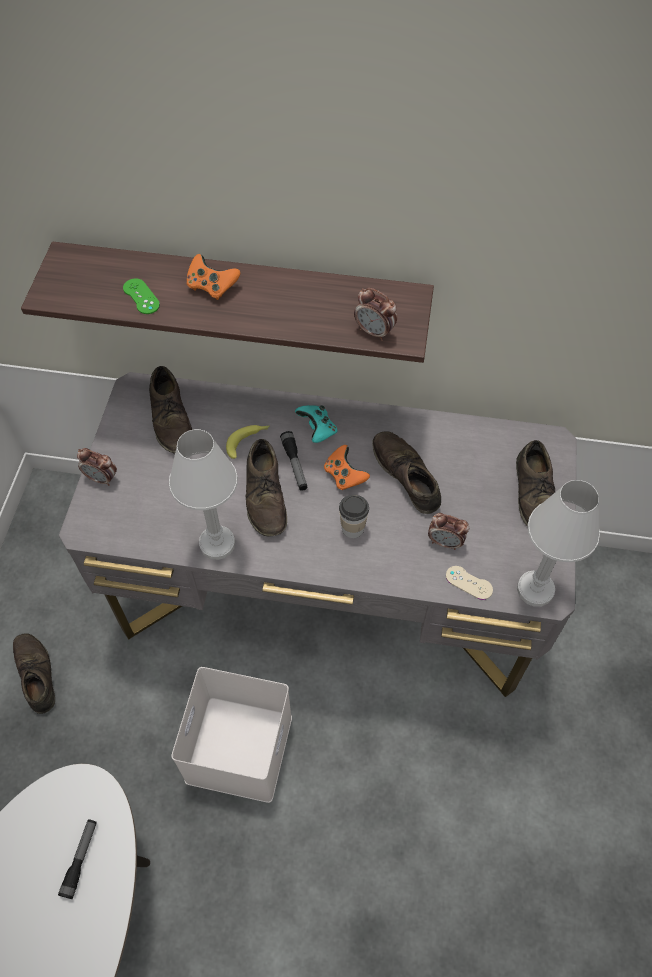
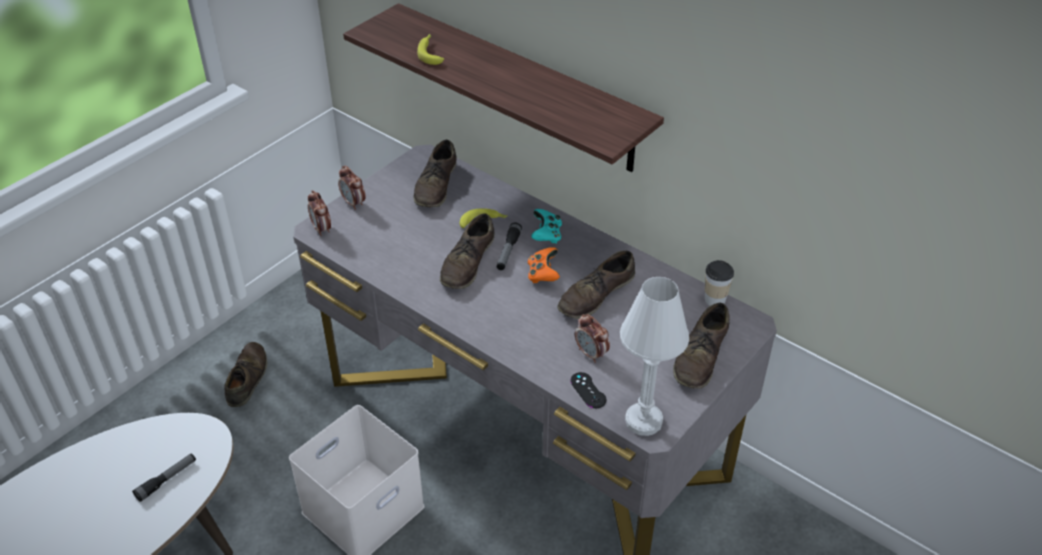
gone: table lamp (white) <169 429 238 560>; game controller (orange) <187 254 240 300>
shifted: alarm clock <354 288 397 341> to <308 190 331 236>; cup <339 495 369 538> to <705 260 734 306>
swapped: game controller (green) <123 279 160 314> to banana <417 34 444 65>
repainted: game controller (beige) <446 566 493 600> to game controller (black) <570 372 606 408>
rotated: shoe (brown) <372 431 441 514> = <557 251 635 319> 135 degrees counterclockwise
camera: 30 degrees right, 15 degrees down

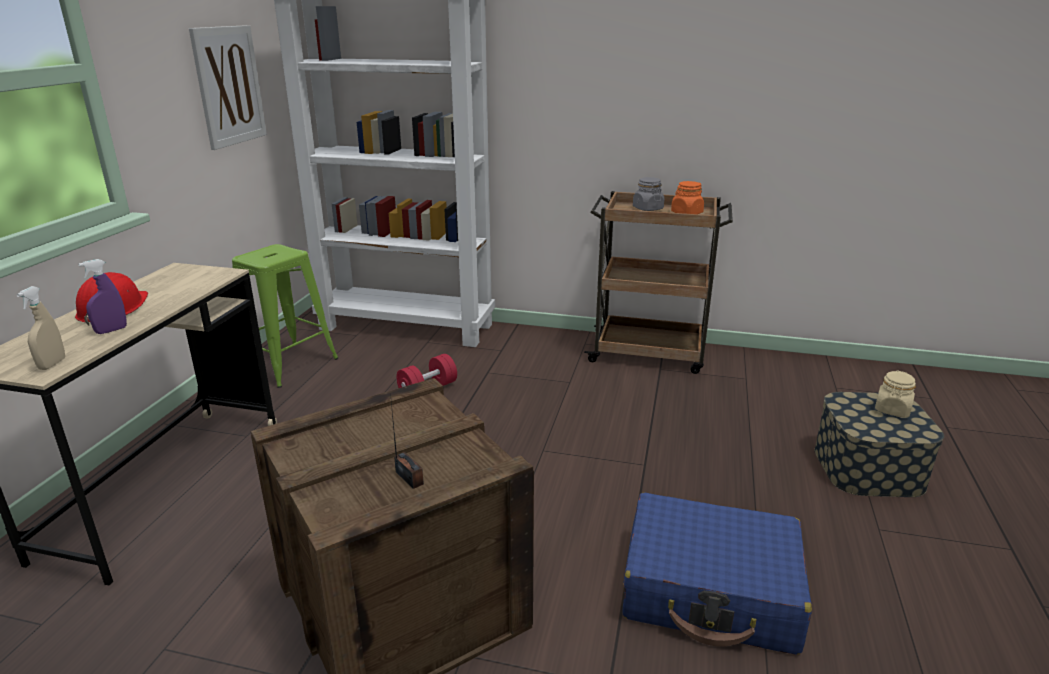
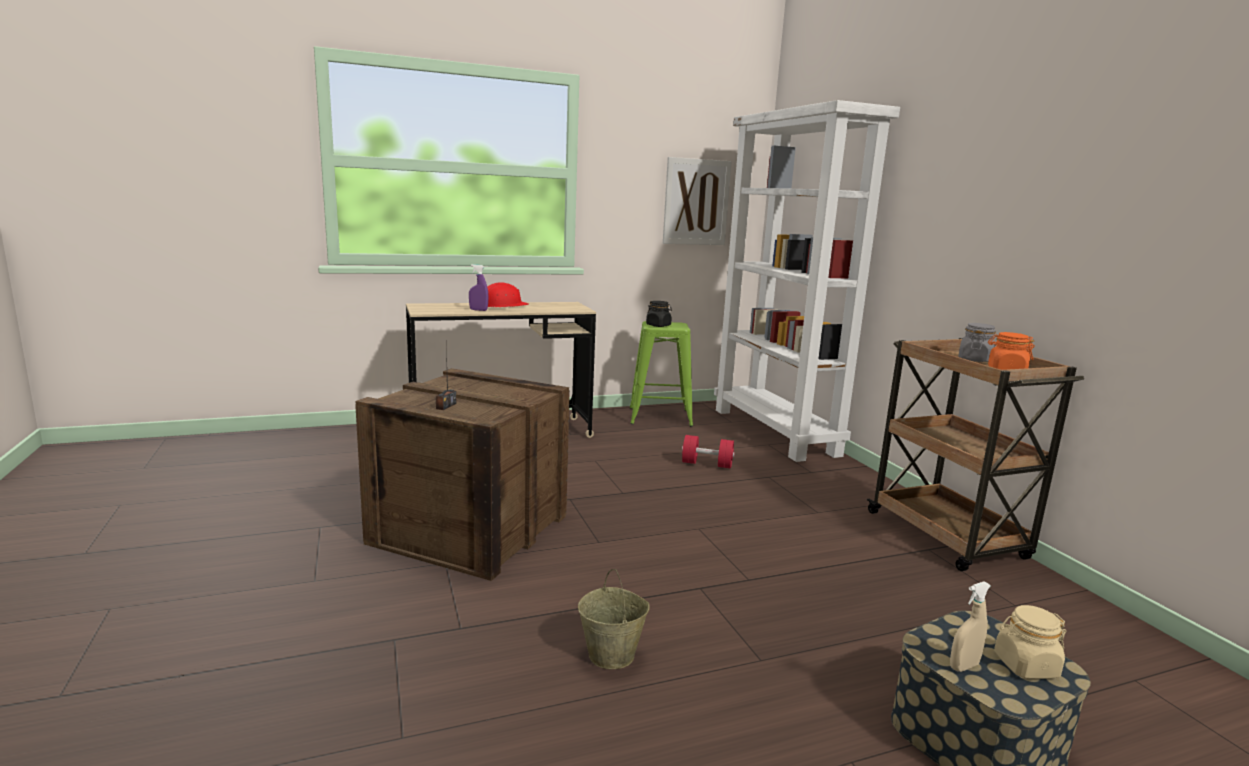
new: jar (black) <646 301 672 327>
shifted: spray bottle (beige) <17 286 65 370> to <950 581 991 672>
swapped: suitcase (blue) <623 492 812 655> to bucket (beige) <578 569 650 669>
camera: 55 degrees right, 10 degrees down

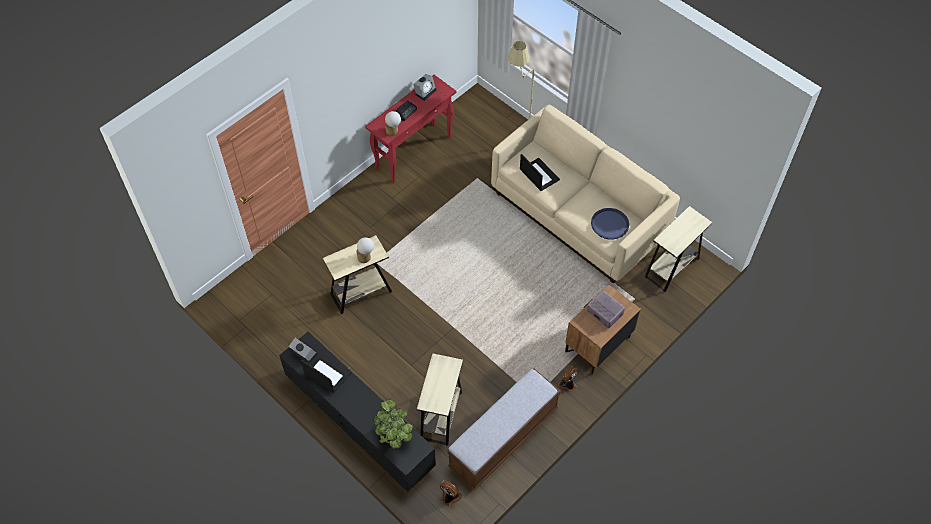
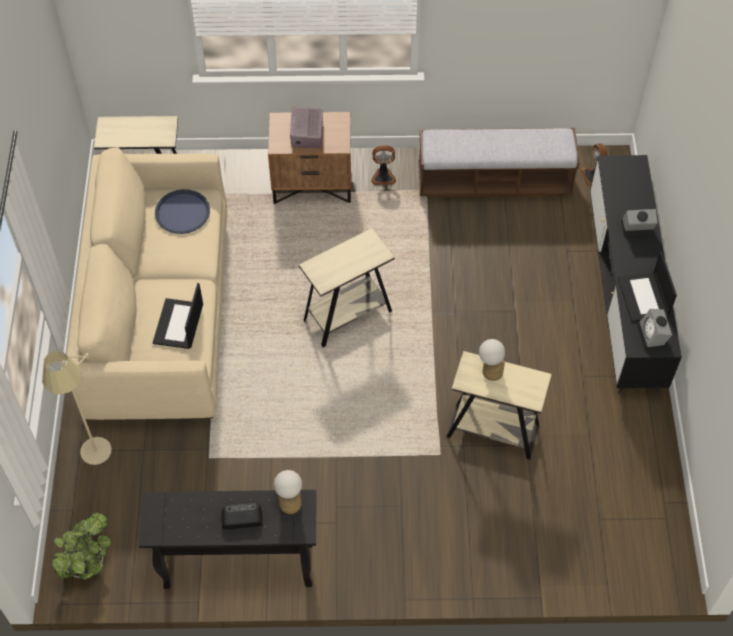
shifted: potted plant <373 400 413 449> to <52 512 111 579>; side table (beige) <417 353 463 446> to <299 228 395 347>; alarm clock <413 74 437 101> to <621 209 658 236>
repainted: console table (red) <365 75 456 183> to console table (black) <139 490 317 589>
camera: 135 degrees left, 0 degrees up

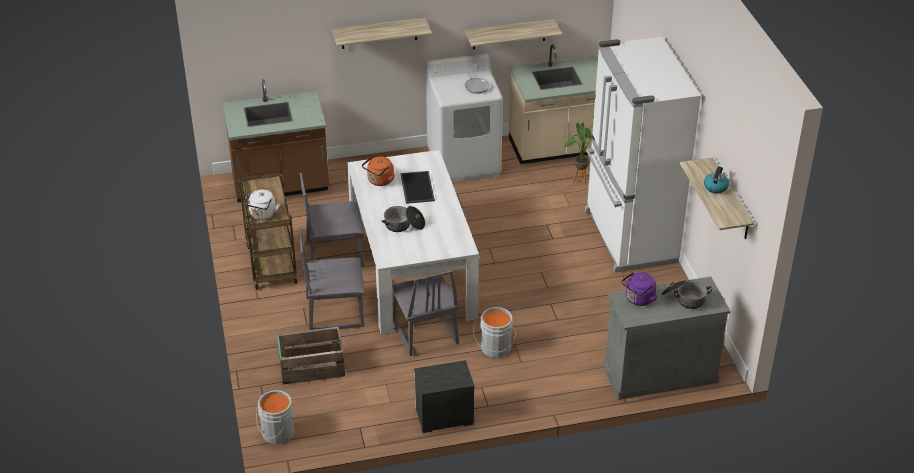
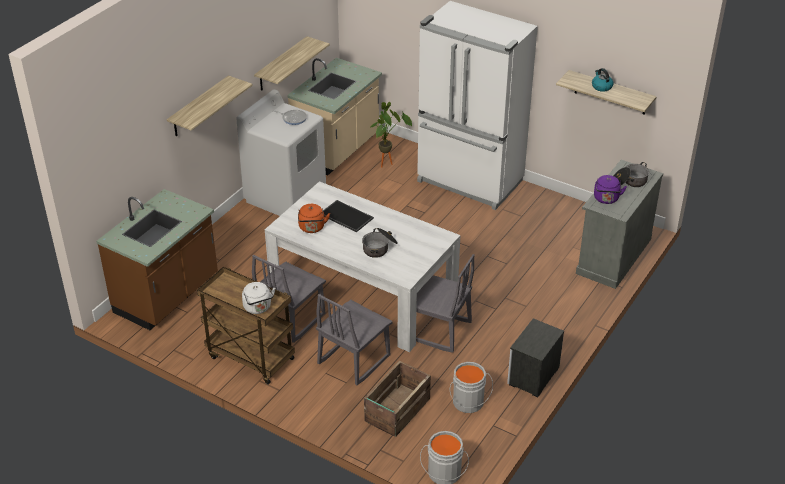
shifted: bucket (grey) <473 307 516 358> to <450 362 493 413>
camera: 45 degrees left, 0 degrees up

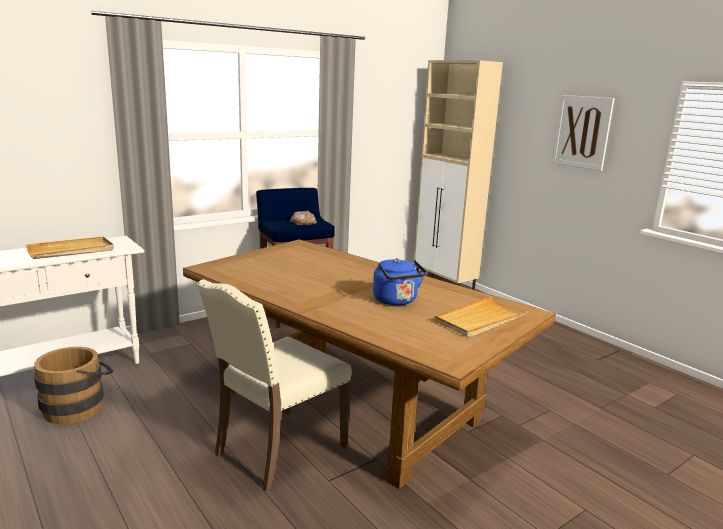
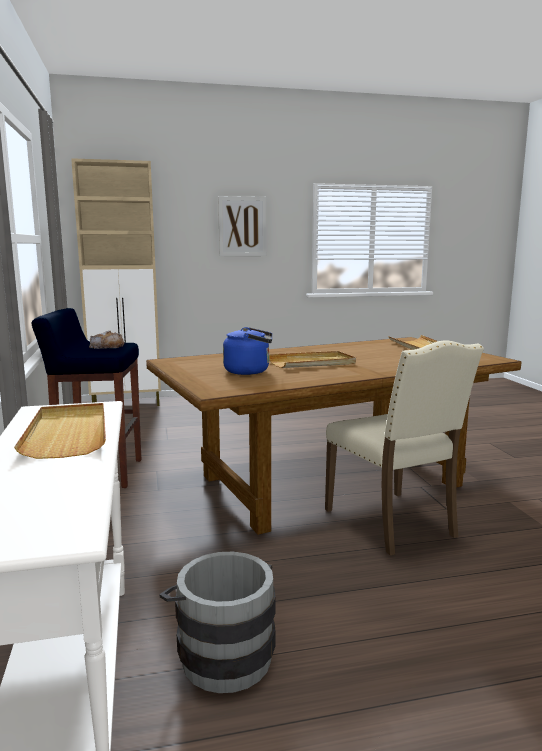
new: tray (beige) <269 351 356 368>
shifted: kettle (blue) <373 258 427 306> to <223 327 272 375>
repainted: bucket (brown) <34 347 113 425> to bucket (grey) <159 552 275 693>
camera: 65 degrees left, 5 degrees down

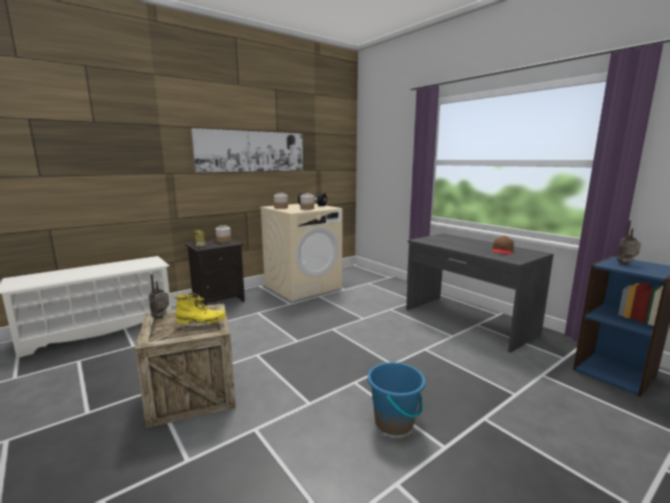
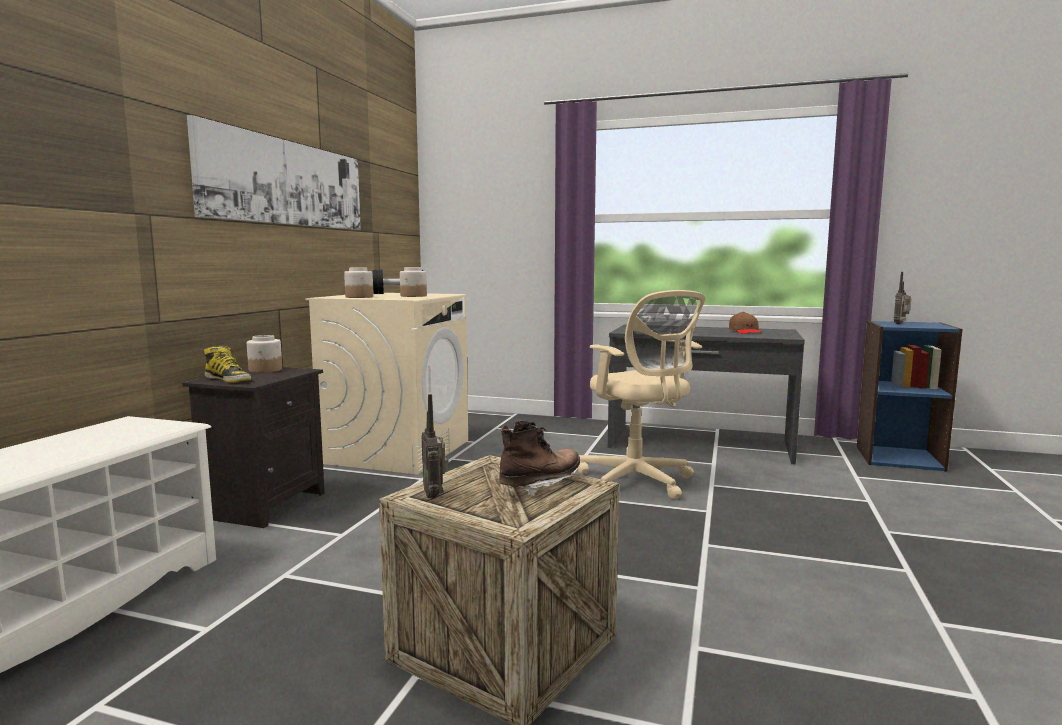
gone: bucket (blue) <368 362 425 436>
new: office chair (beige) <578 290 705 500>
repainted: boot (yellow) <174 292 227 329> to boot (brown) <499 421 580 496>
camera: 35 degrees left, 5 degrees down

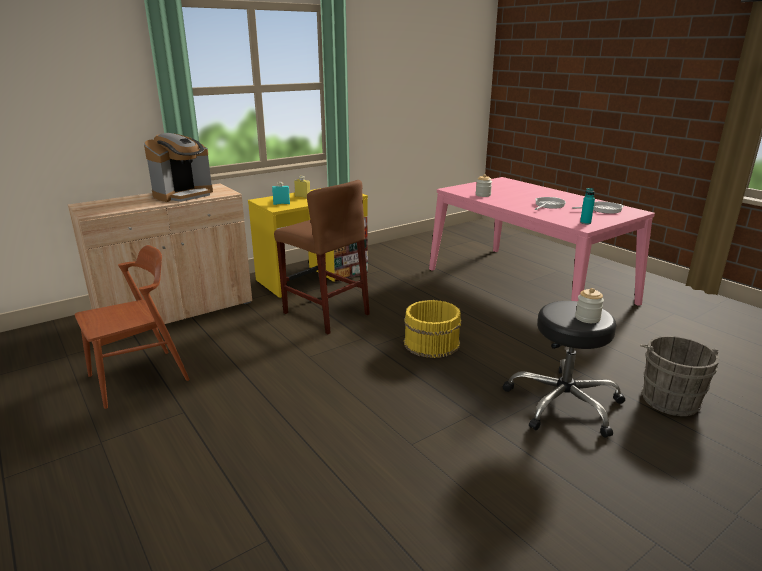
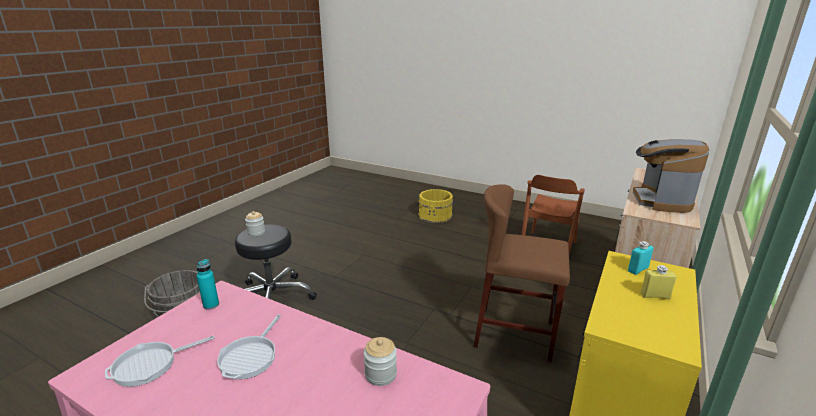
shifted: bucket (yellow) <404 300 462 358> to <418 189 453 223>
camera: 155 degrees right, 0 degrees up

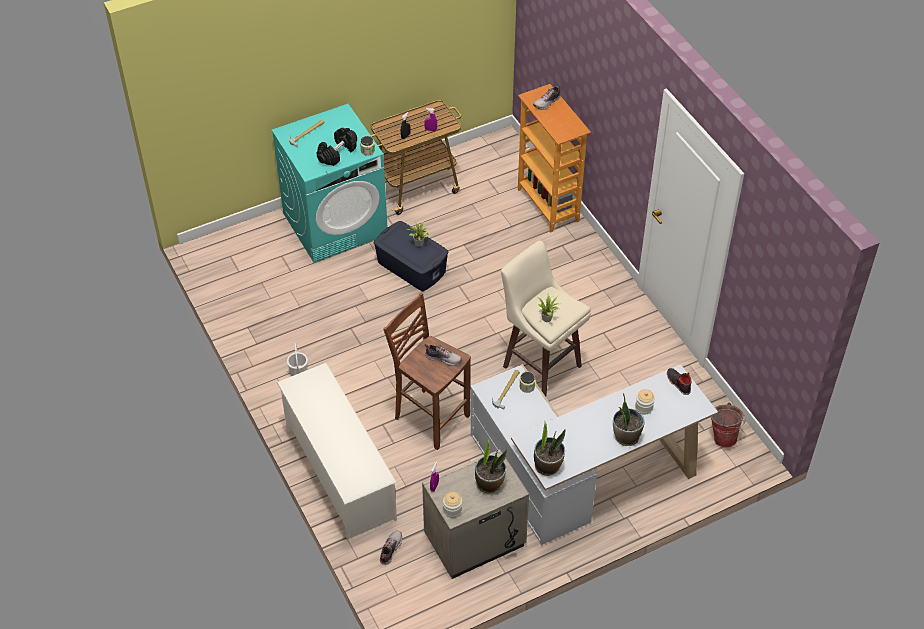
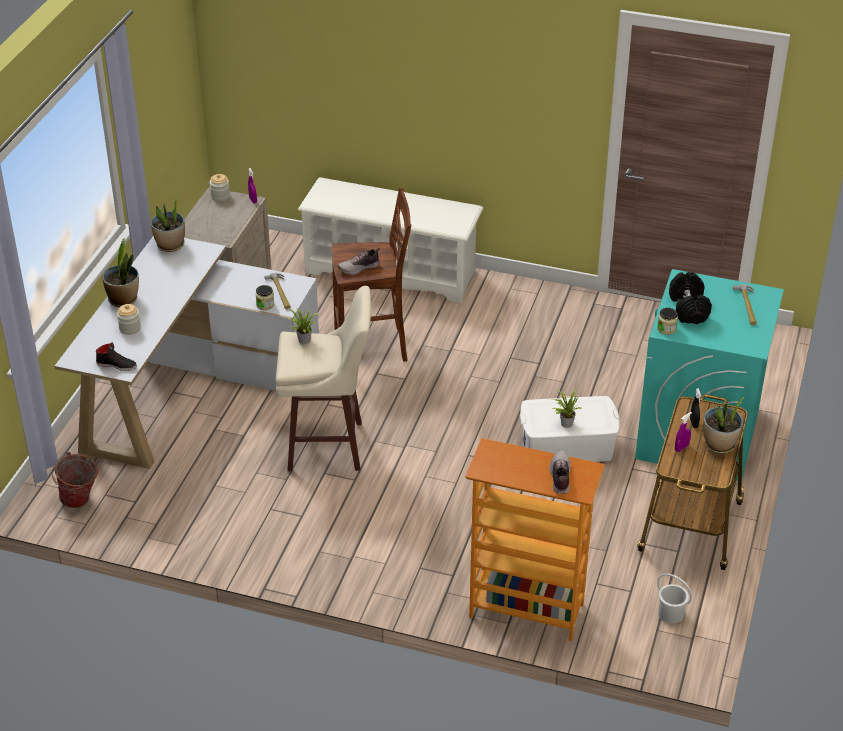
gone: shoe <380 530 402 565>
shifted: bucket (white) <287 343 308 376> to <657 573 692 624>; potted plant <475 439 507 493> to <703 397 745 454>
repainted: storage box (blue) <374 221 448 291> to storage box (white) <520 396 620 462>
camera: 135 degrees right, 10 degrees down

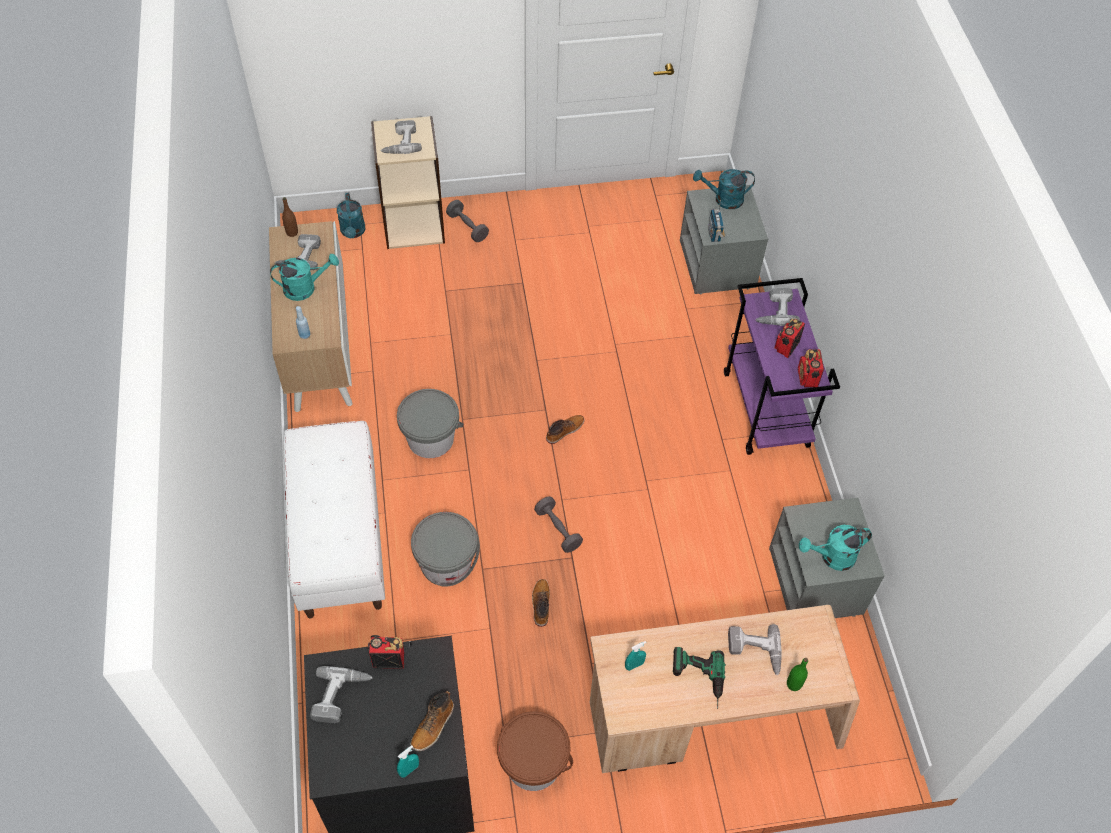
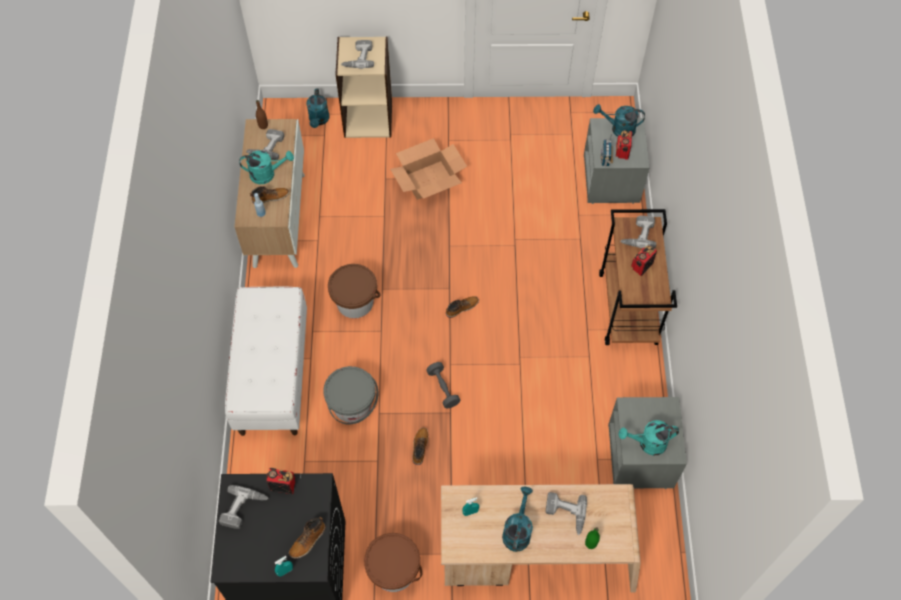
gone: dumbbell (grey) <446 200 489 242>
new: boot <250 186 289 203>; cardboard box <390 138 467 200>
shifted: radio <798 349 824 388> to <616 131 632 160>
swapped: power drill <673 647 726 709> to watering can (turquoise) <502 486 533 552>
repainted: bucket (grey) <397 389 463 458> to bucket (brown) <328 264 381 318>; cart (purple) <724 278 840 455> to cart (brown) <599 209 677 345>
camera: 10 degrees right, 5 degrees up

